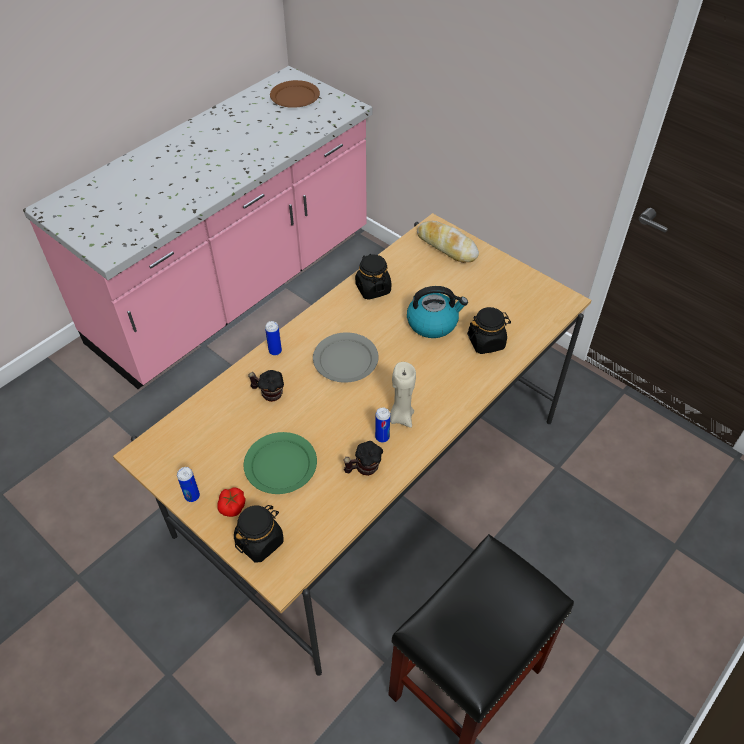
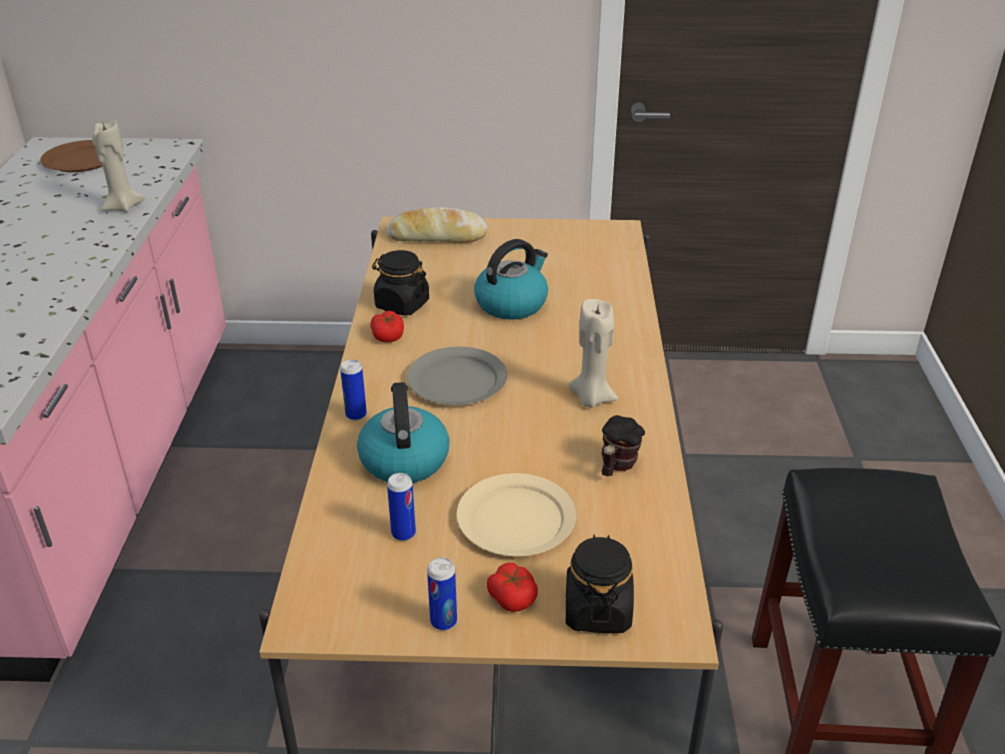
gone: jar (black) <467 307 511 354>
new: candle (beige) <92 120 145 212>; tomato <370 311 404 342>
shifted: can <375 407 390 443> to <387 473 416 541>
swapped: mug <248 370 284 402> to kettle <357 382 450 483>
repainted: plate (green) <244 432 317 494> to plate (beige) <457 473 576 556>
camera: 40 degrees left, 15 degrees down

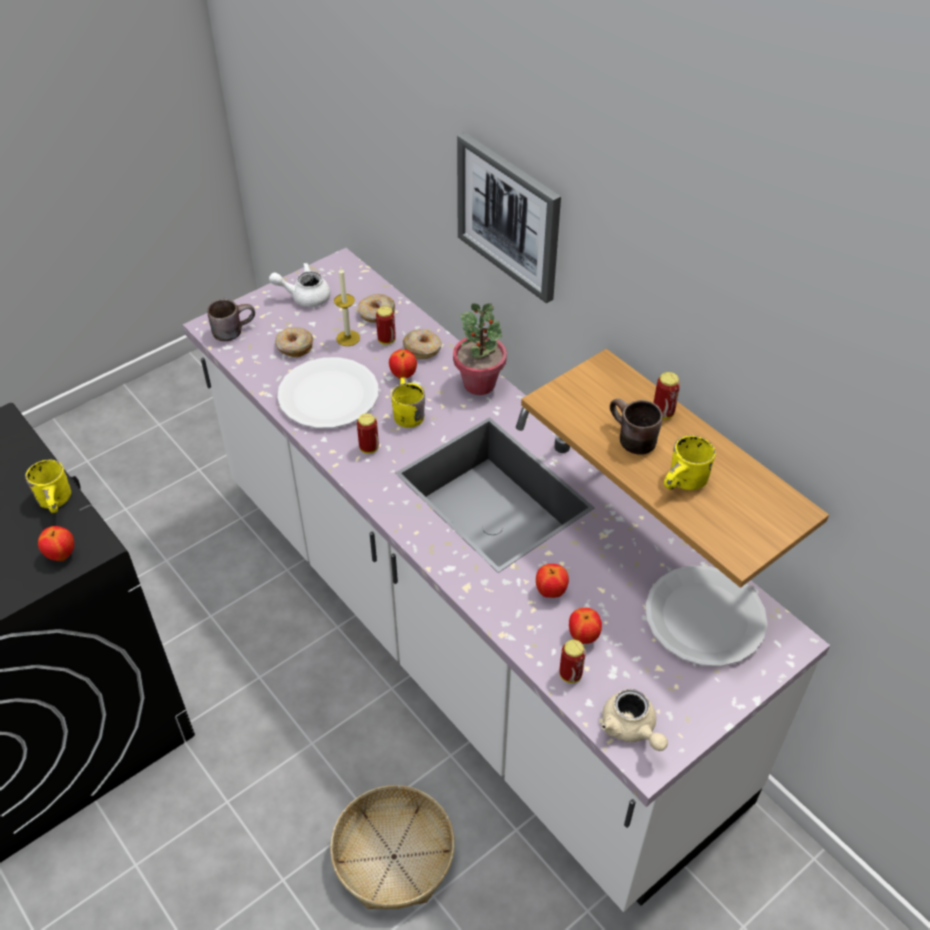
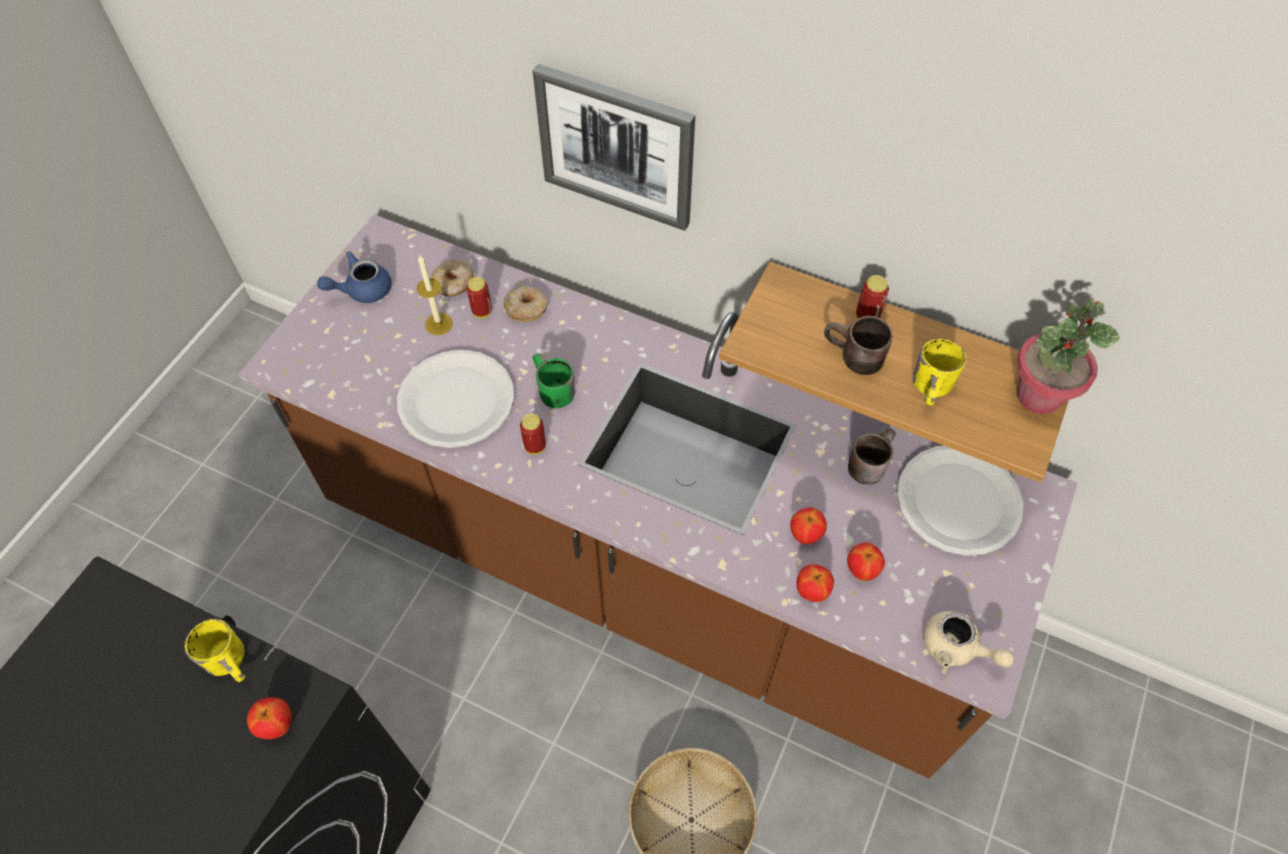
gone: donut <275 327 313 358>; can <559 640 586 683>
shifted: apple <389 349 417 379> to <796 564 834 602>; mug (brown) <207 299 255 341> to <848 428 896 485>; potted plant <453 303 507 395> to <1017 298 1120 414>
repainted: counter (white) <183 248 830 912> to counter (brown) <239 214 1078 779>; teapot (white) <269 262 331 307> to teapot (blue) <317 251 392 303>; mug (yellow) <391 377 425 428> to mug (green) <533 353 575 408>
camera: 25 degrees left, 10 degrees up

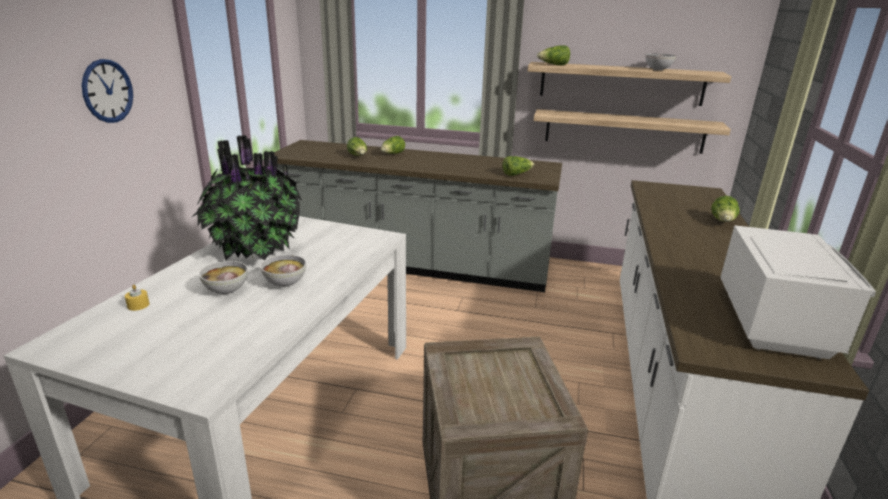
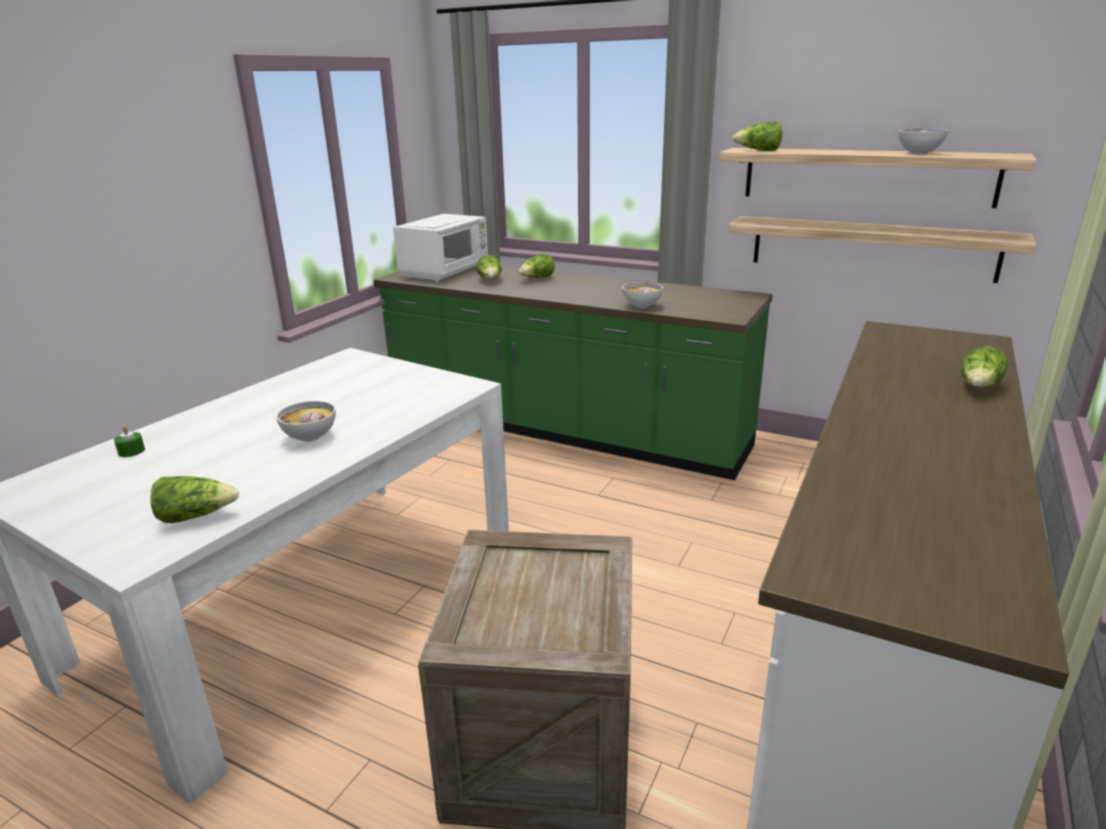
gone: wall clock <82 59 133 123>; potted plant <192 135 302 261>
shifted: lettuce <502 156 534 176> to <150 476 239 523>; microwave (white) <720 225 876 359> to <393 214 488 282>; bowl <199 261 248 294> to <622 282 663 309>
repainted: candle (yellow) <125 285 149 311> to candle (green) <114 425 145 457>; counter (grey) <274 140 562 292> to counter (green) <373 266 773 480>
camera: 15 degrees right, 0 degrees up

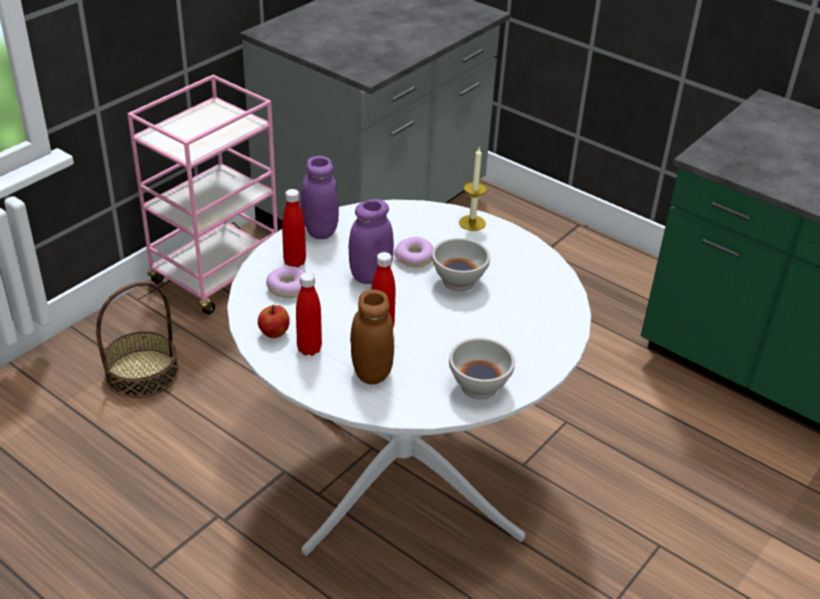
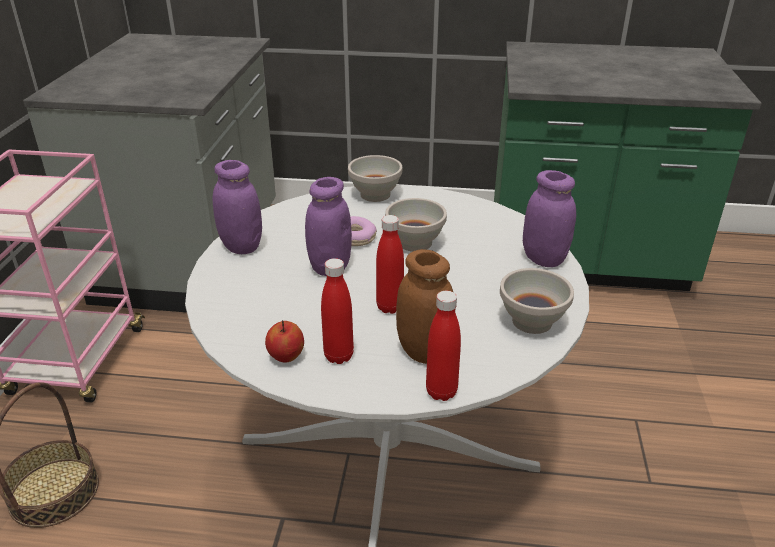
gone: donut <266 266 305 298>
new: jar (purple) <523 170 576 267>
shifted: bottle (red) <282 189 306 267> to <426 291 461 401>
swapped: candle <459 148 487 231> to bowl (white) <348 155 402 202>
camera: 30 degrees left, 5 degrees down

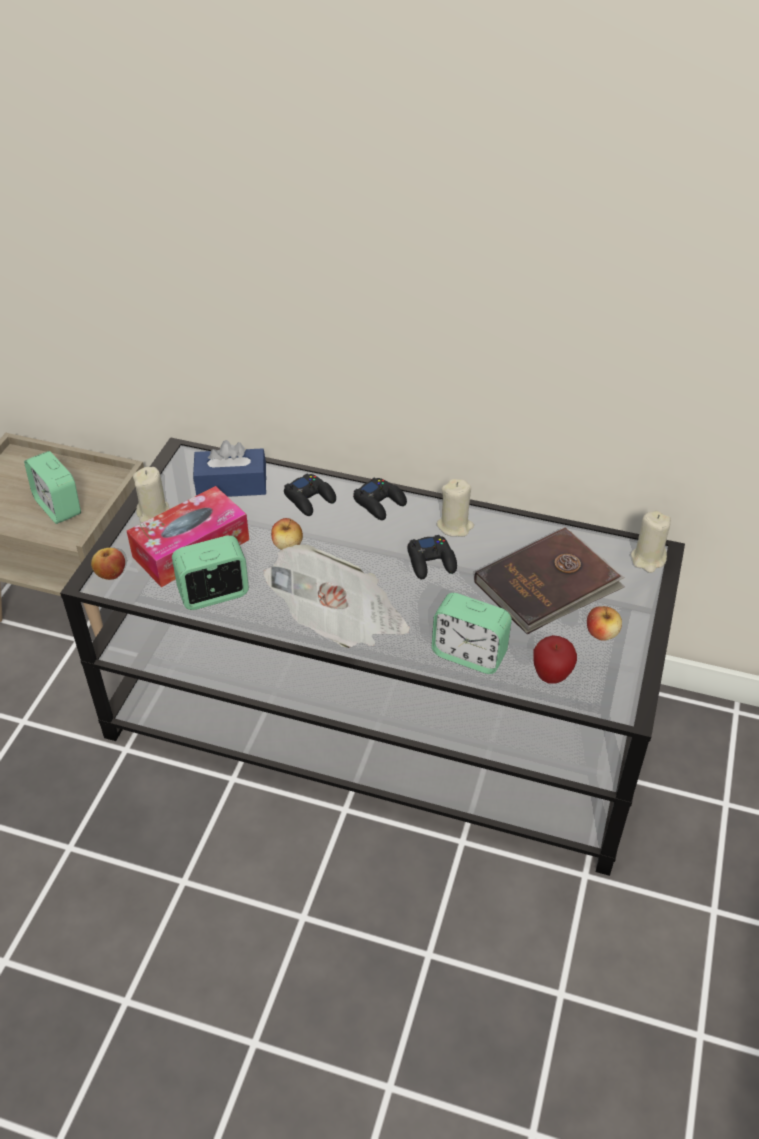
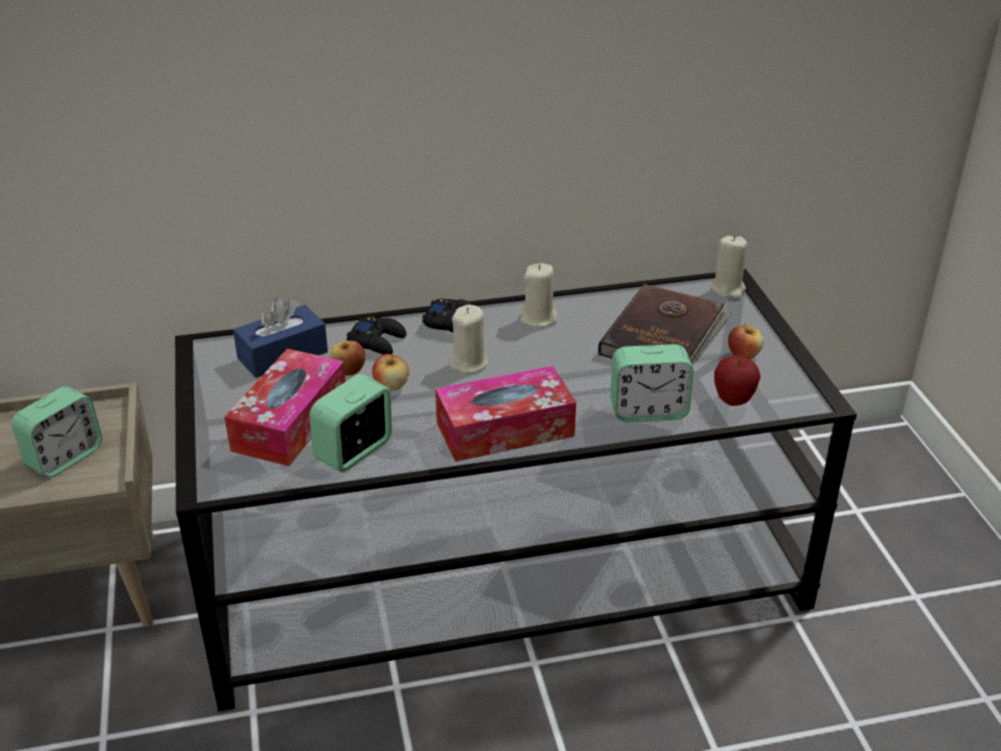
gone: game controller (black) <408 535 457 579>
shifted: apple <91 548 125 580> to <329 341 366 376>; candle (beige) <133 467 170 523> to <448 305 487 374>
swapped: newspaper <264 544 410 648> to tissue box <435 366 576 462>
rotated: alarm clock <24 451 81 524> = <11 387 102 477> 75 degrees counterclockwise
camera: 30 degrees left, 10 degrees down

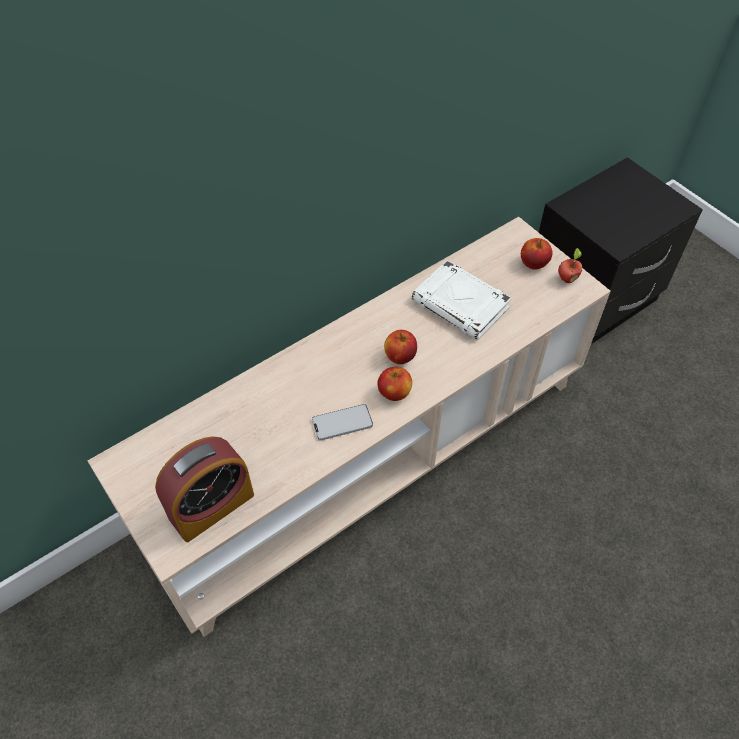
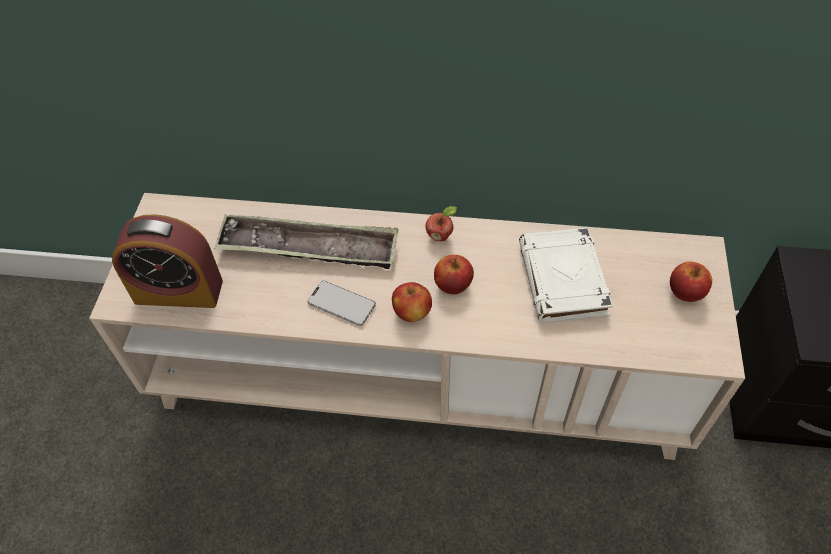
new: tray <214 214 399 269>
shifted: apple <558 248 582 283> to <425 206 457 241>
camera: 45 degrees right, 0 degrees up

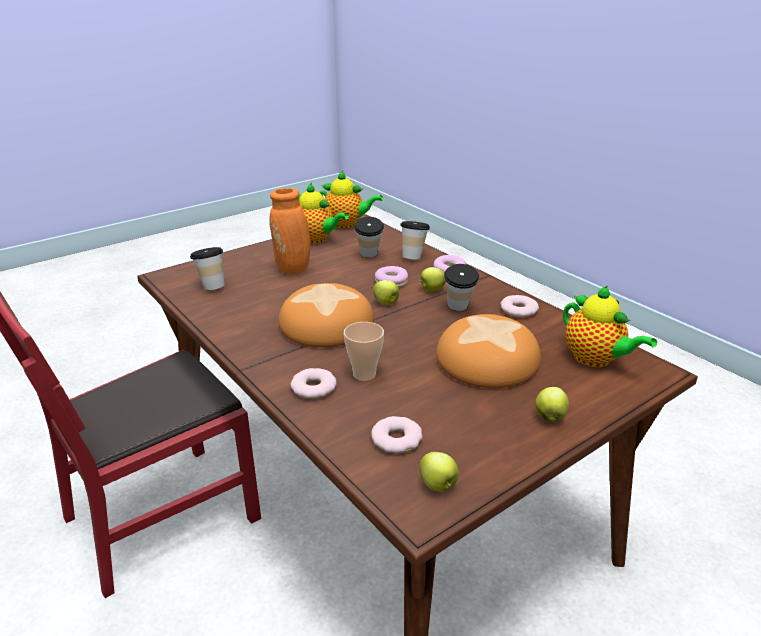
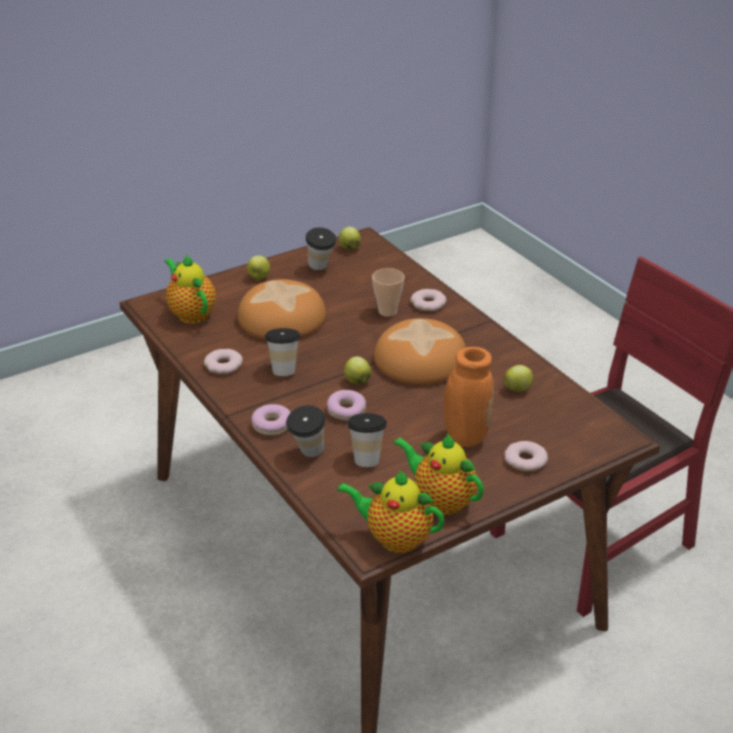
shifted: cup <190 247 225 290> to <305 227 337 270>; apple <419 267 446 292> to <504 365 534 392>; donut <371 416 423 453> to <504 441 548 472>
camera: 175 degrees left, 5 degrees up

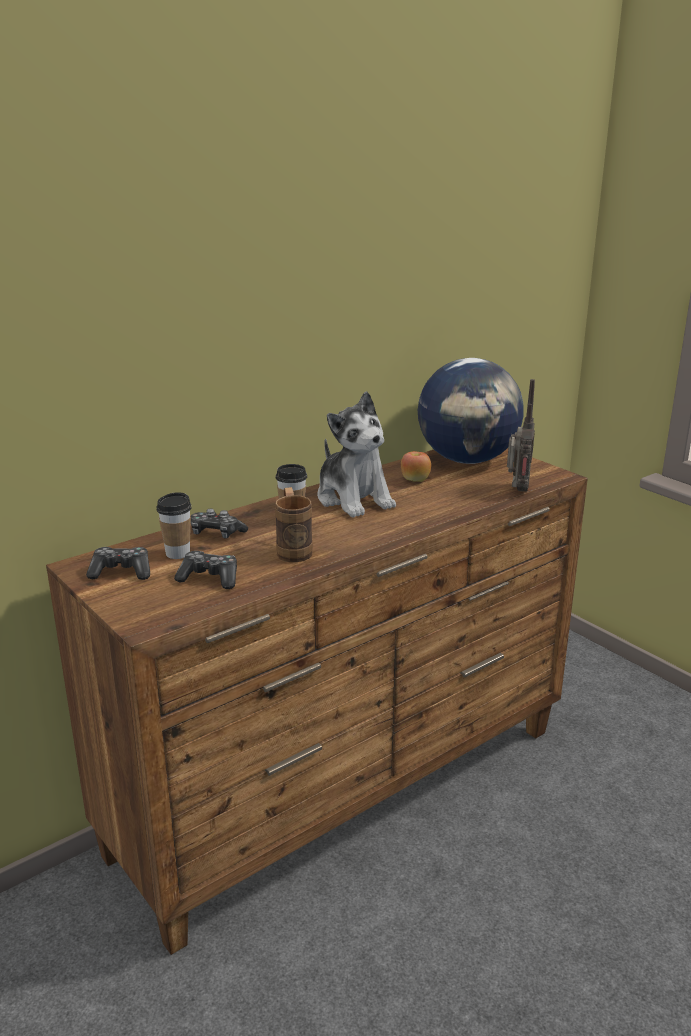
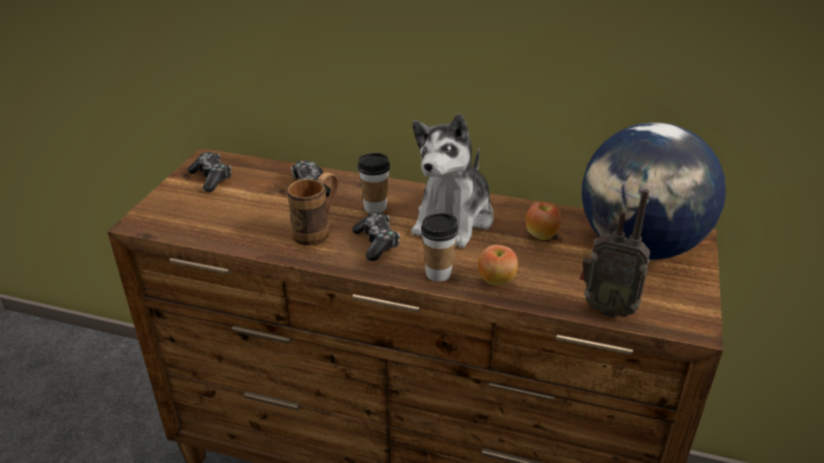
new: apple <478 245 518 285>
shifted: game controller <174 551 237 589> to <352 212 400 261>; cup <157 492 192 559> to <421 213 458 282>
rotated: radio <507 379 535 492> = <580 189 651 318> 45 degrees clockwise
camera: 55 degrees right, 10 degrees up

